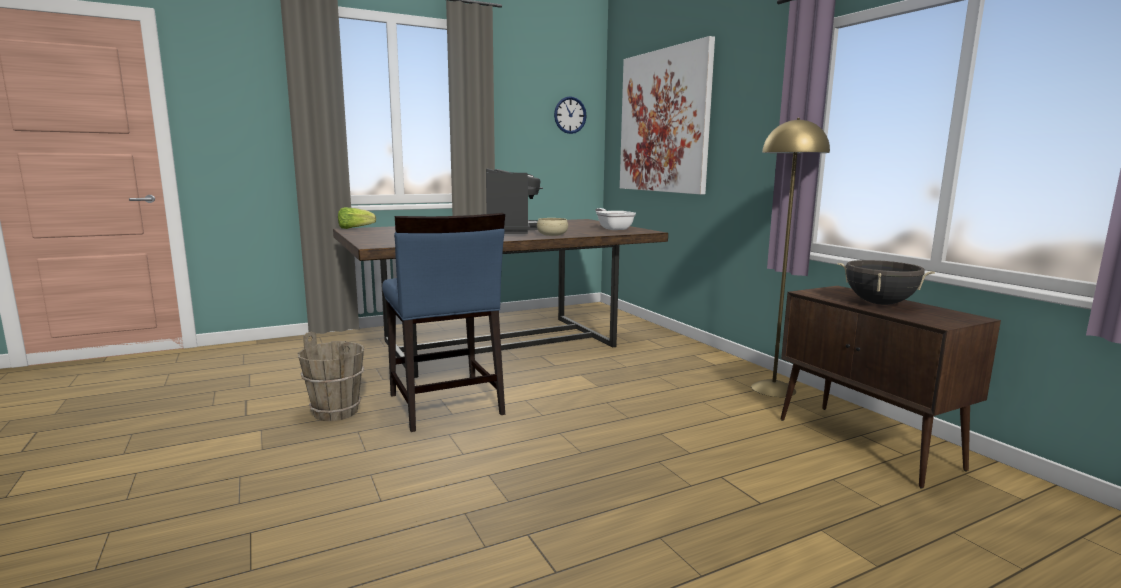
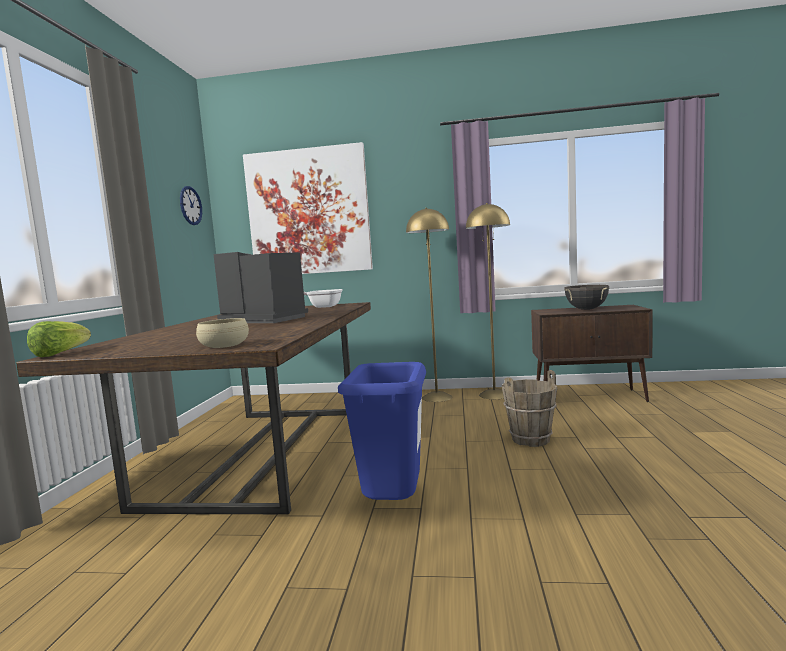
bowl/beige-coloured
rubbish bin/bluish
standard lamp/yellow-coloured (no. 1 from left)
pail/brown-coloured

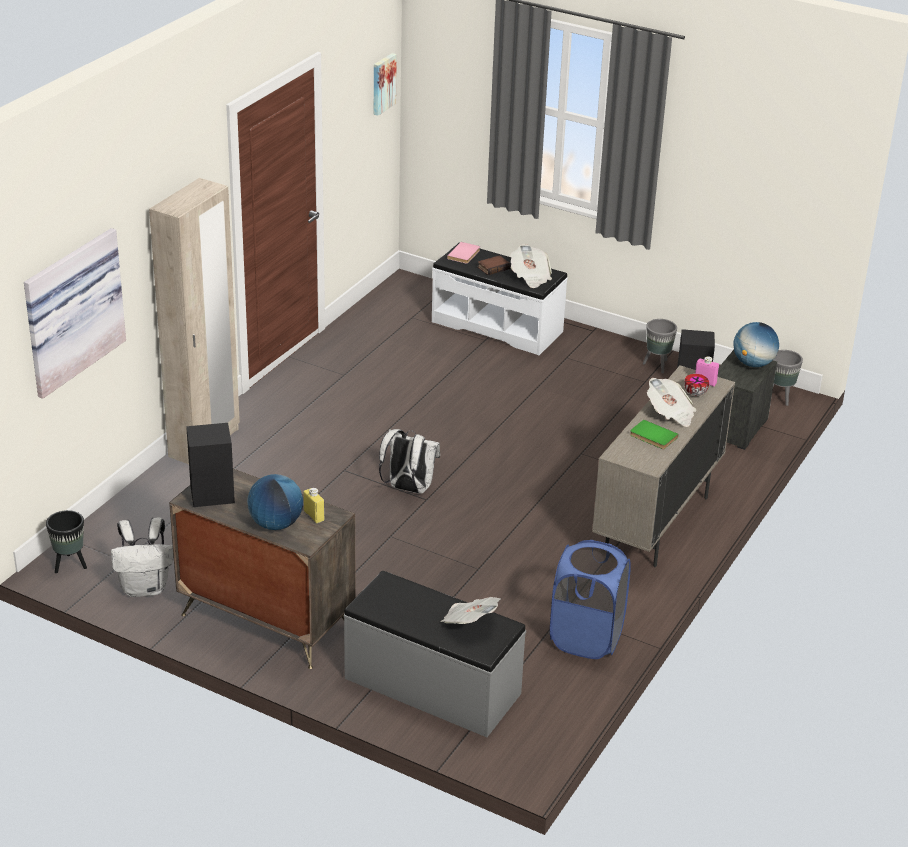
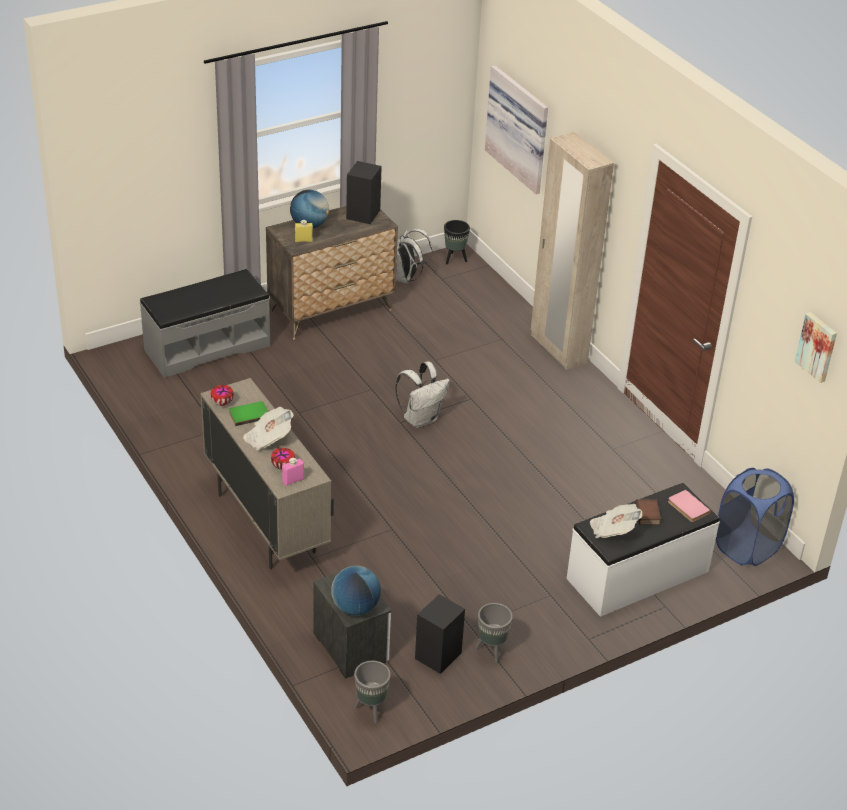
bowl (no. 1 from left)
hamper/bluish
newspaper (no. 1 from left in the first image)

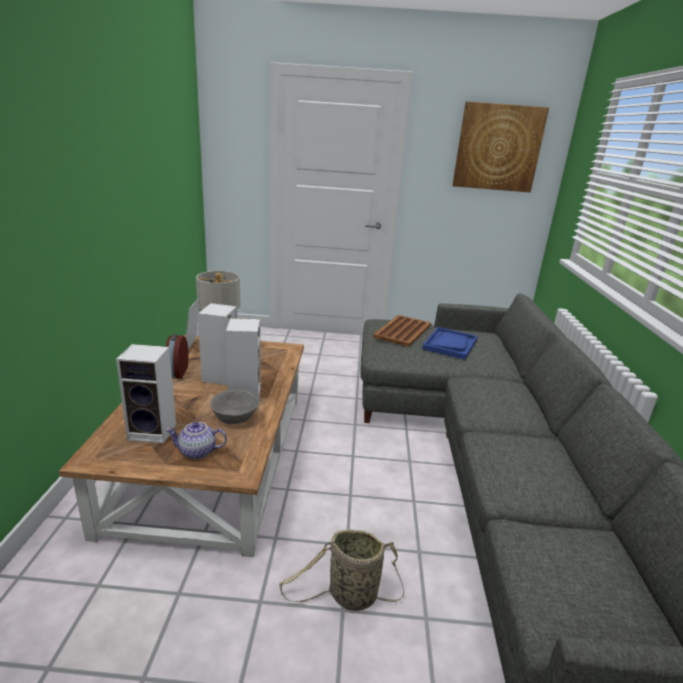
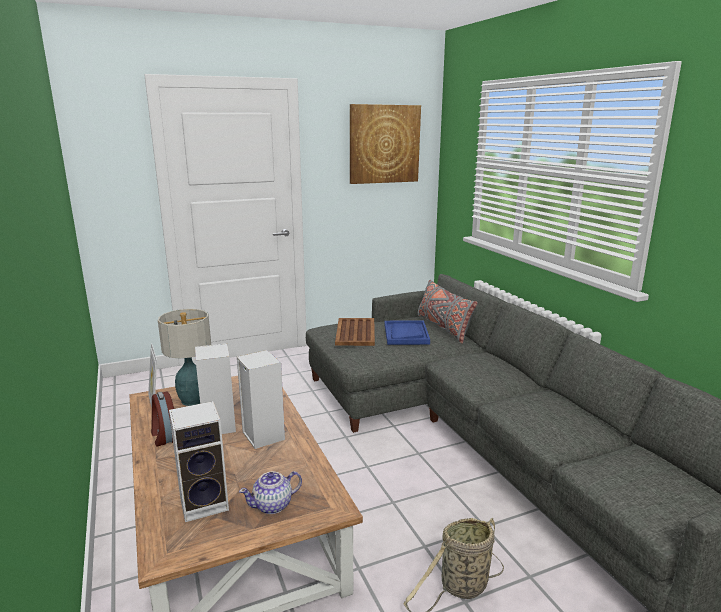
pillow/gray
bowl/gray

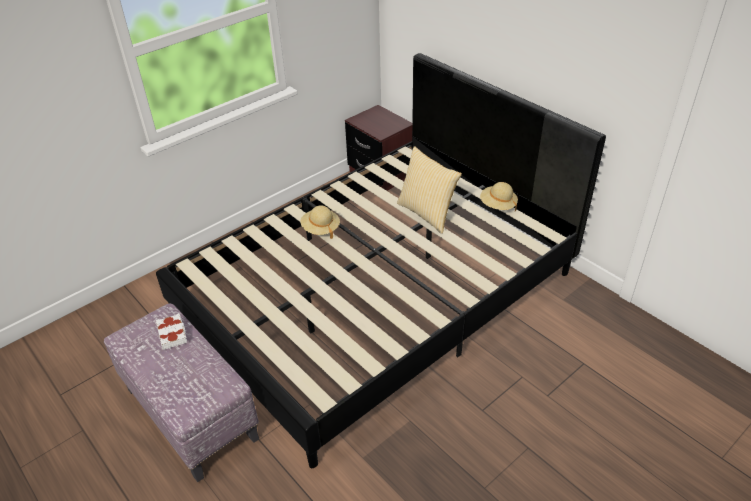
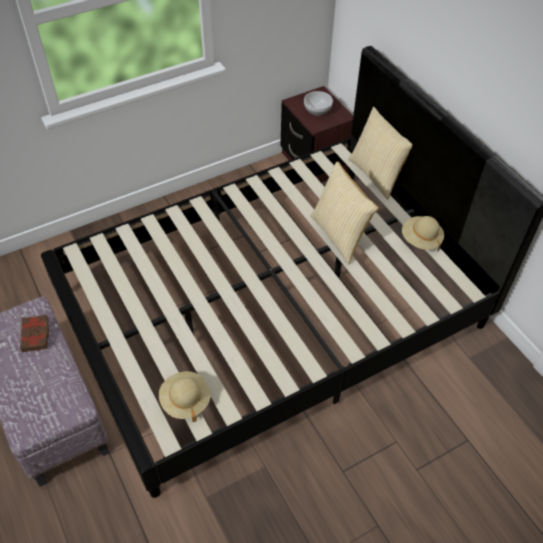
bound book/brown-coloured
hat/beige-coloured (no. 1 from left)
bowl
pillow (no. 2 from left)

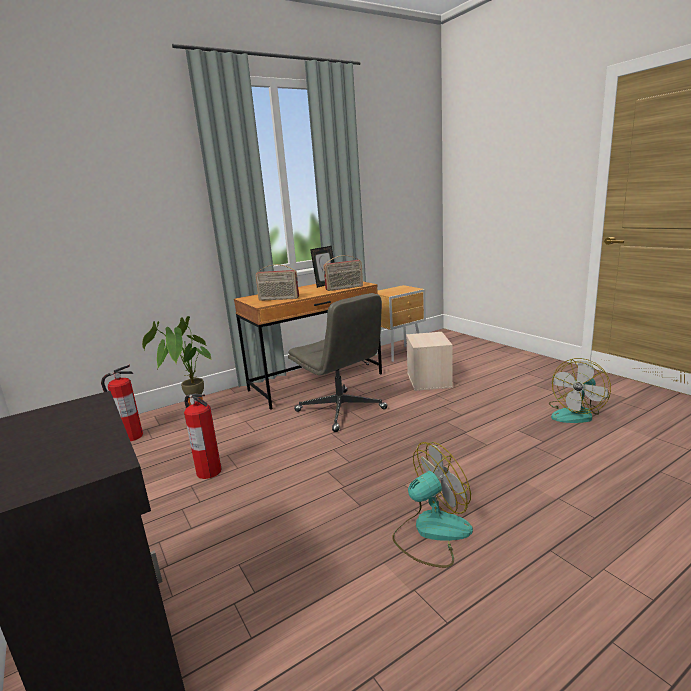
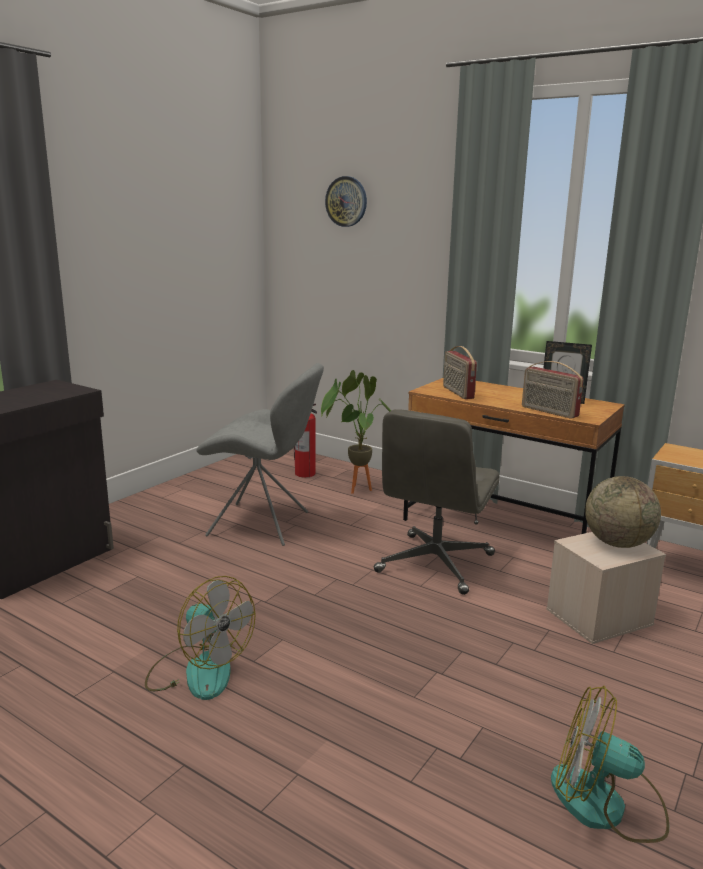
plain chair/gray
wall clock
globe

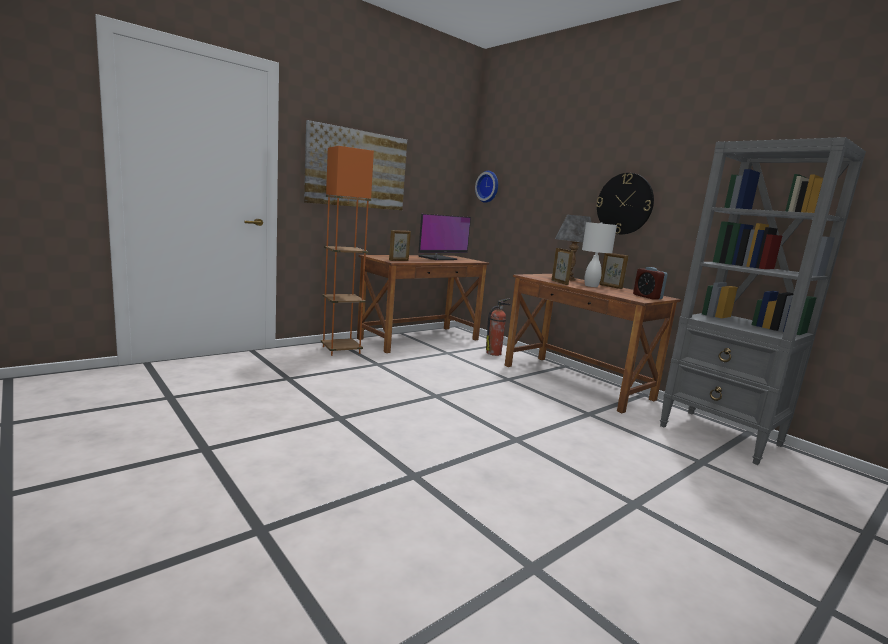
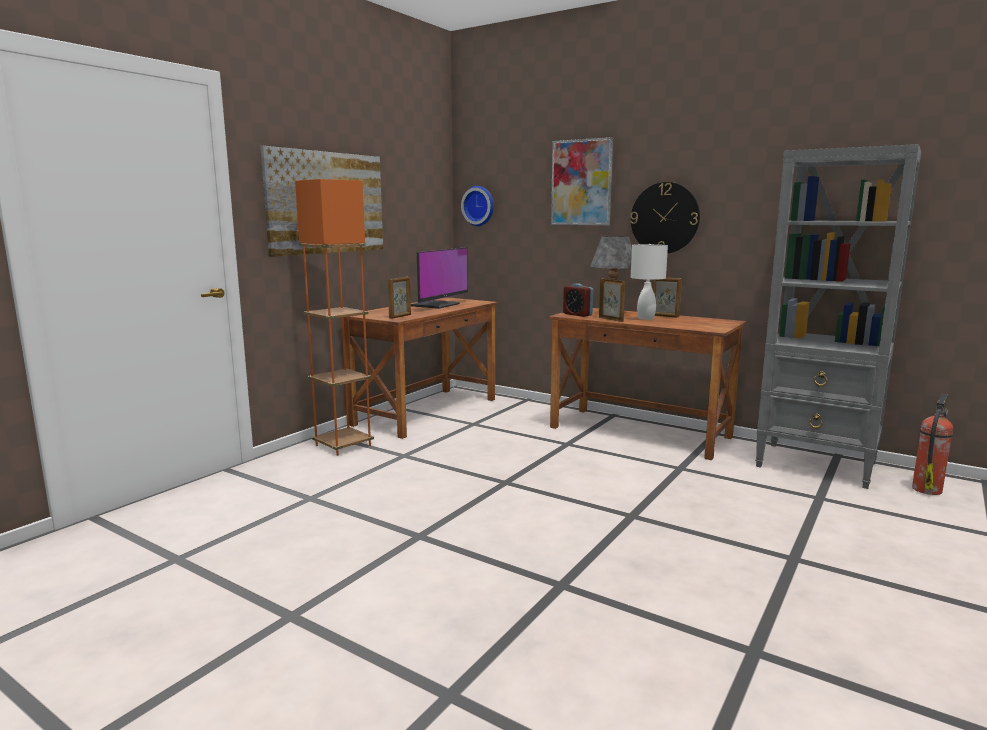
wall picture (no. 2 from left)
table clock
fire extinguisher

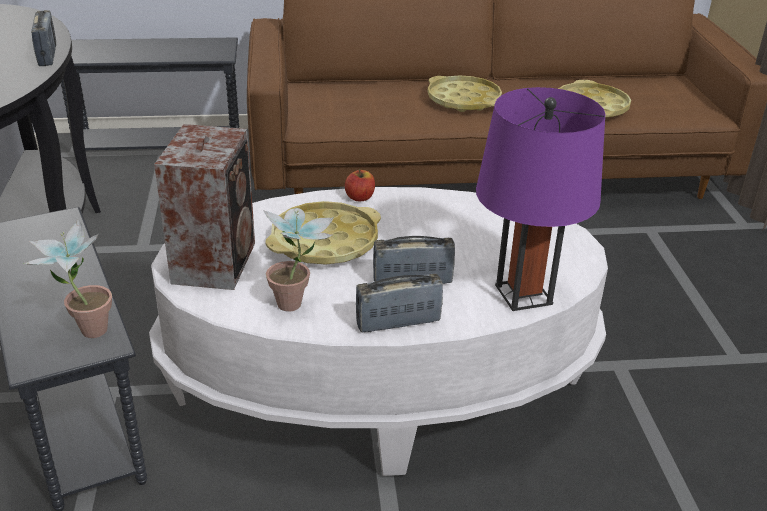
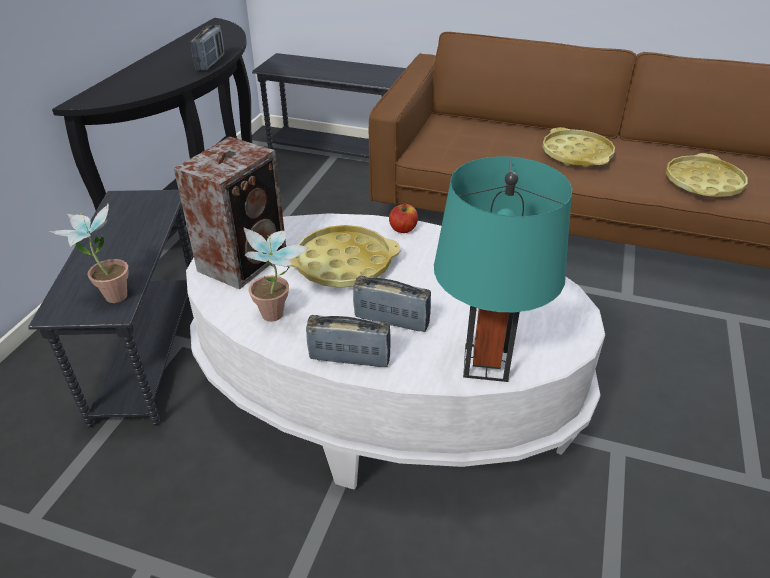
table lamp/blue-green

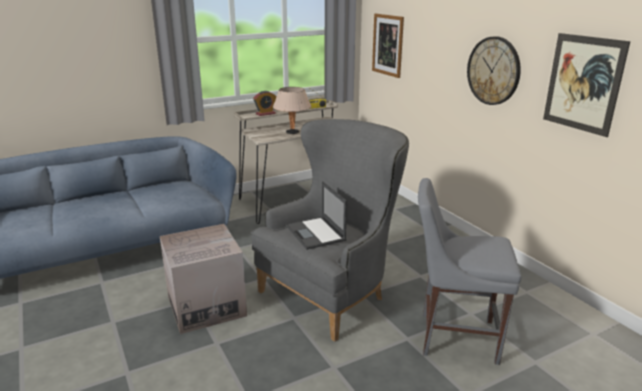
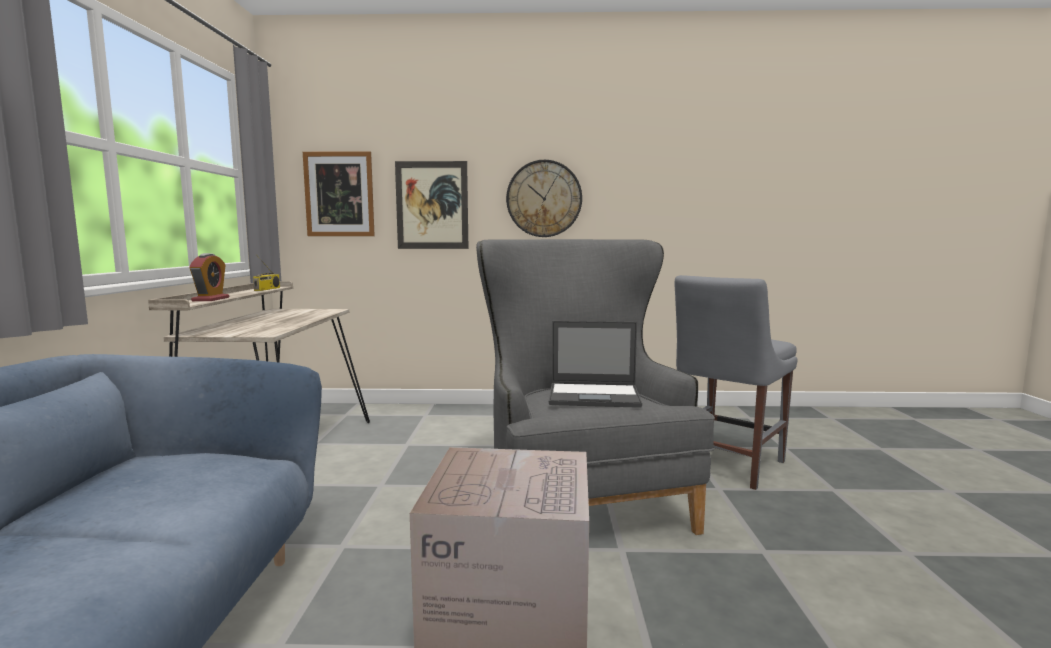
wall picture (no. 2 from left)
table lamp/beige-coloured

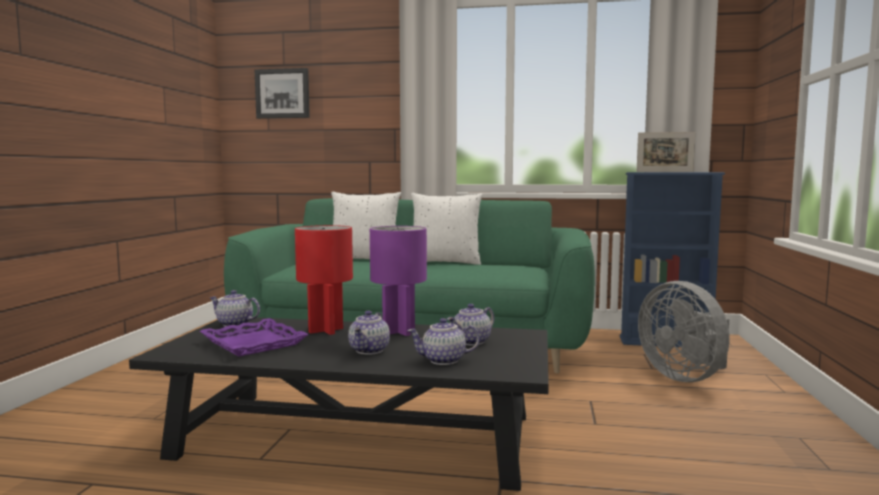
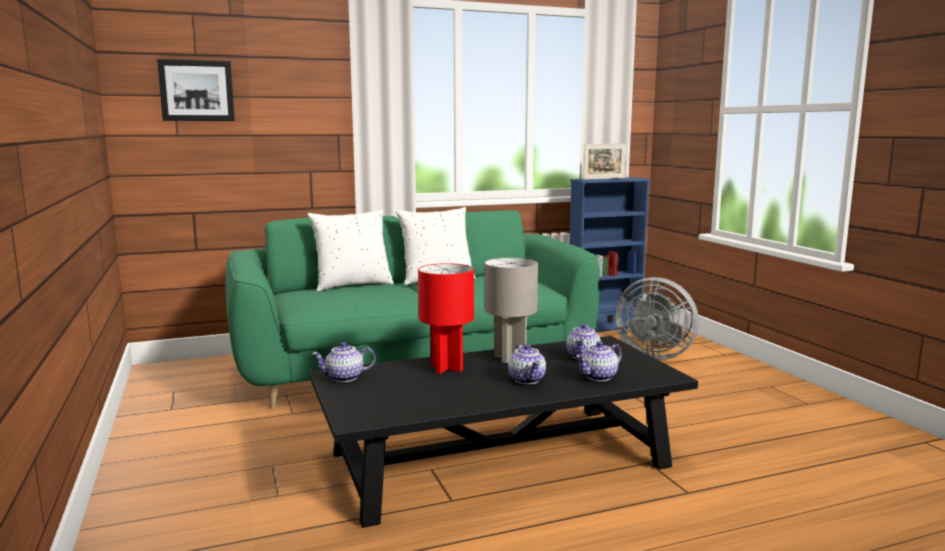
table lamp/gray
tray/purple

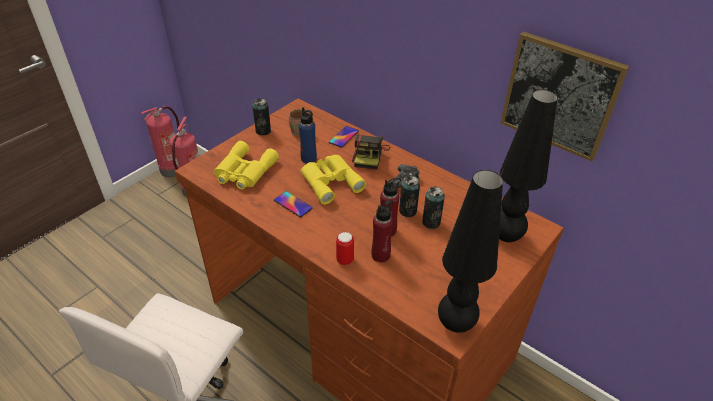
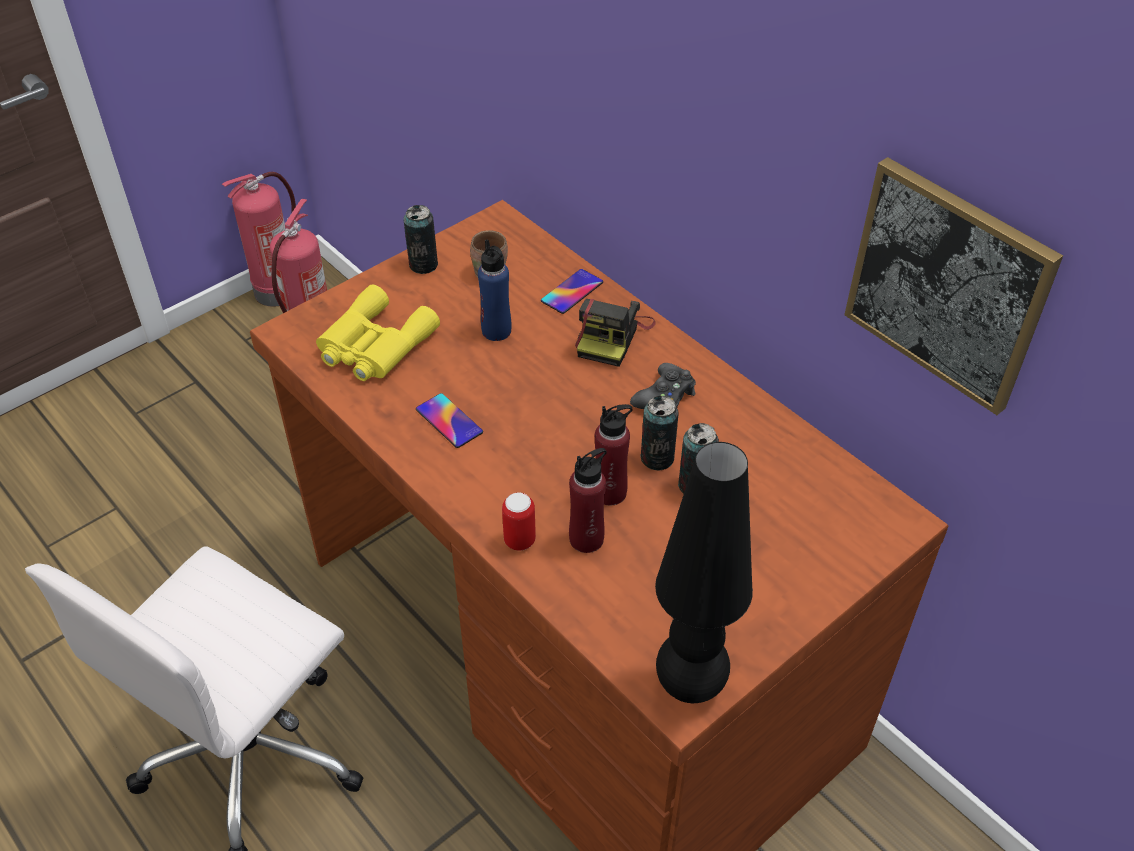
field glasses/yellow-coloured (no. 2 from left in the first image)
table lamp/blackish (no. 2 from left in the first image)

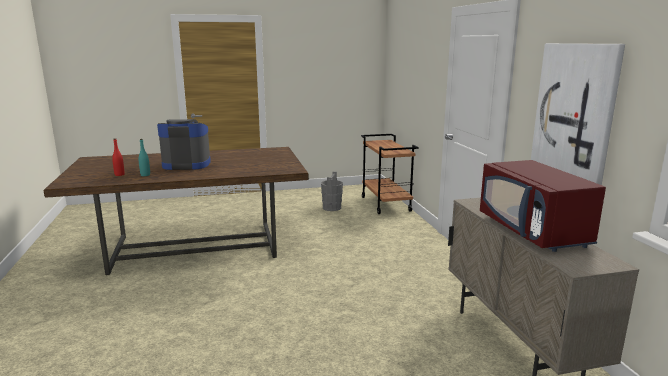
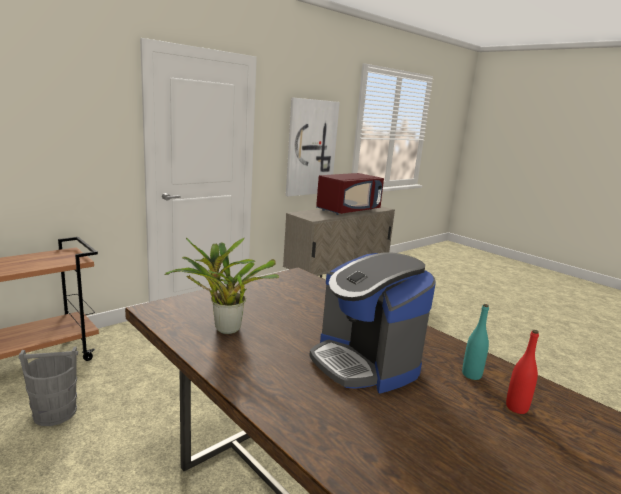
houseplant

